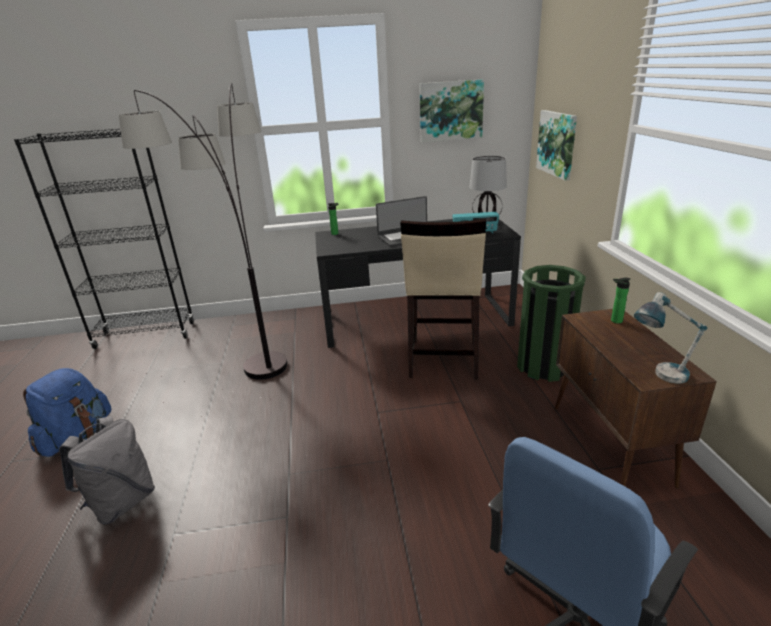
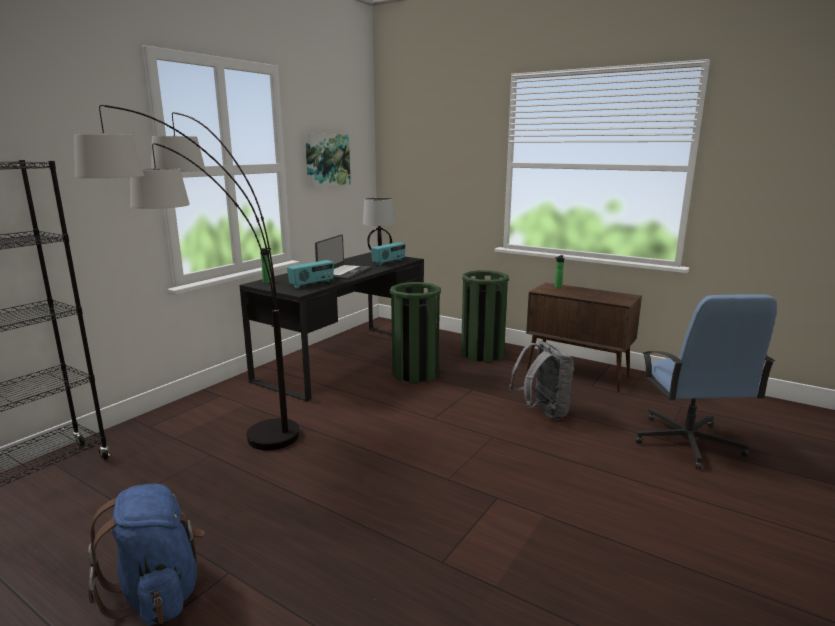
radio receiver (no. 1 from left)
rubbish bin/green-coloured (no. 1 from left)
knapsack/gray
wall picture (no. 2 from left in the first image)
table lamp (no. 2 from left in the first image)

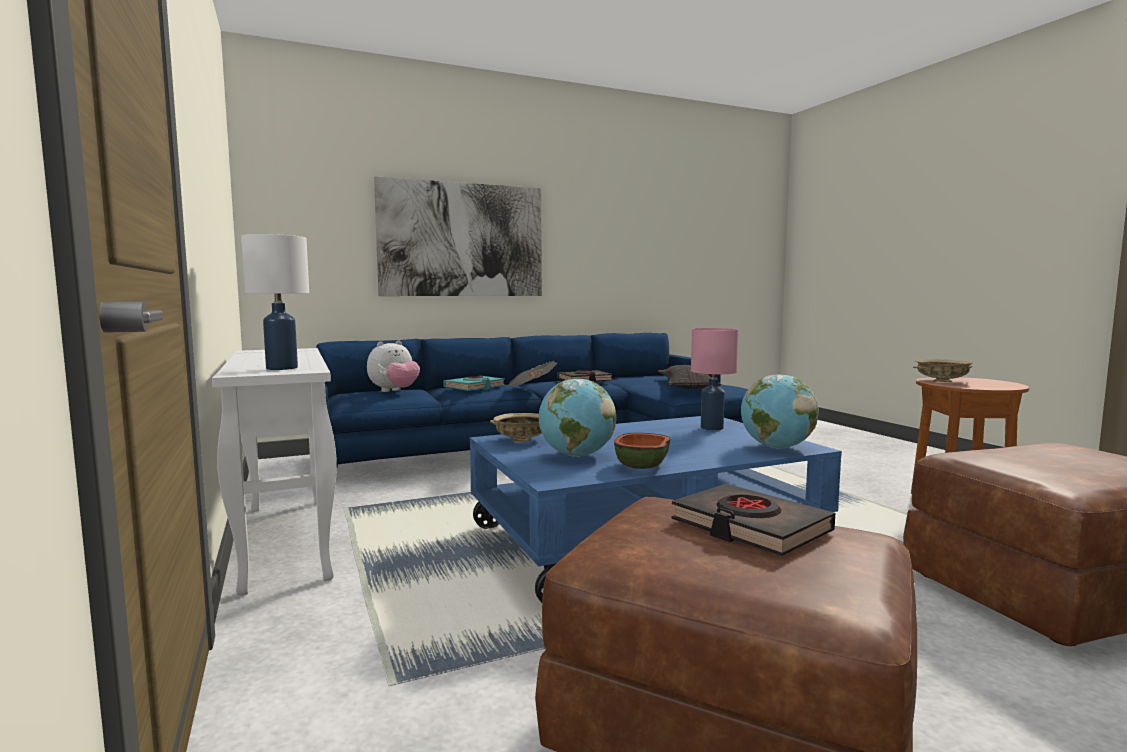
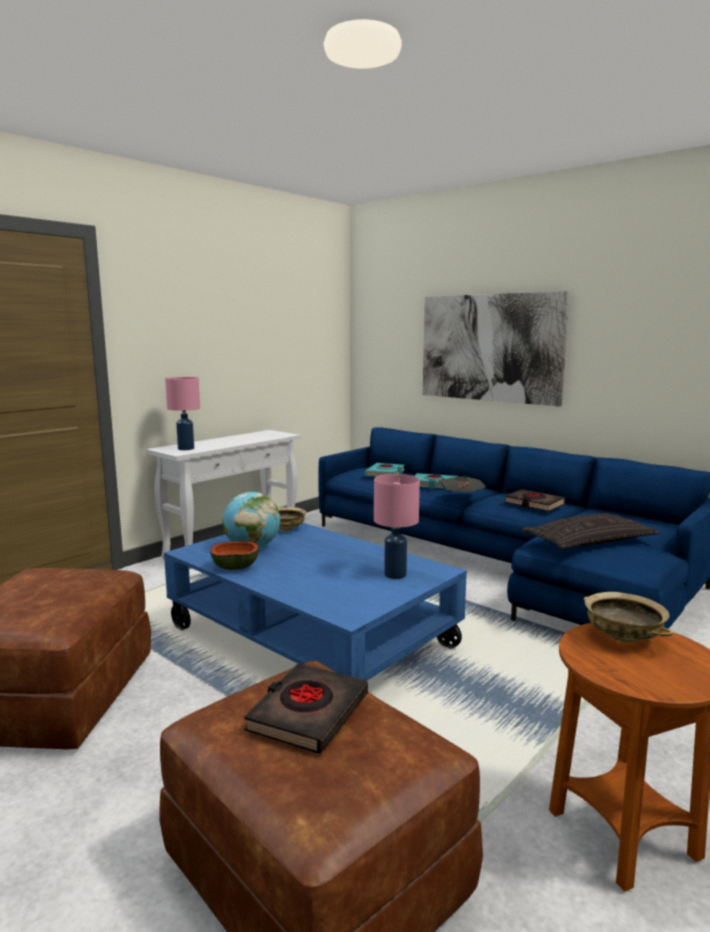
table lamp/pinkish (no. 1 from left)
bound book/blackish (no. 1 from left)
bound book/blue-green (no. 1 from left)
globe (no. 2 from left in the first image)

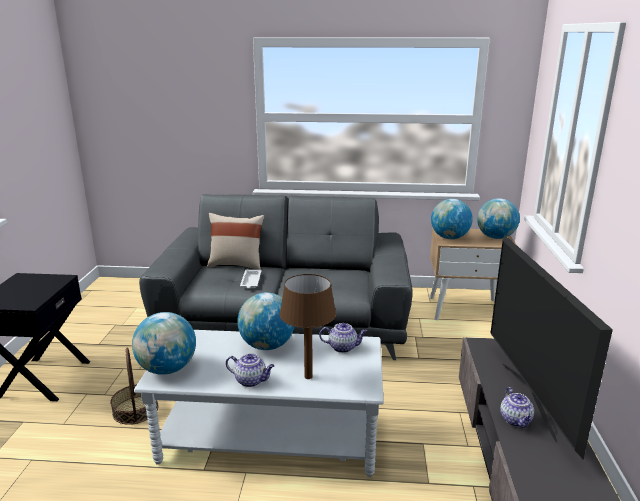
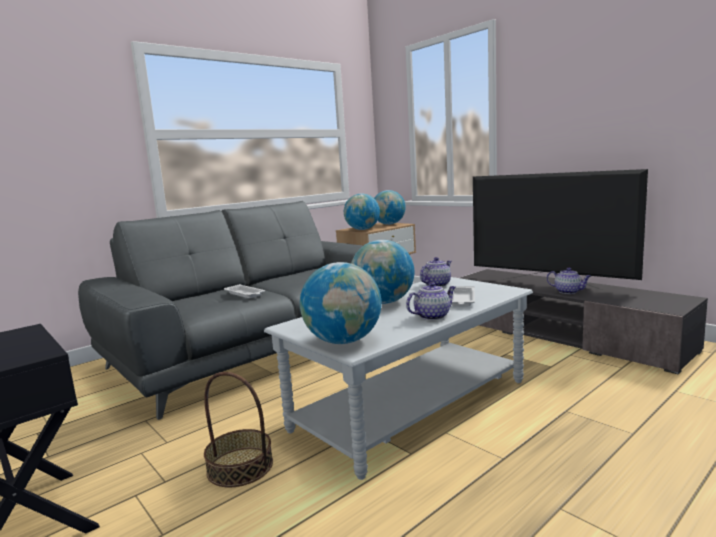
tray/white-coloured (no. 2 from left)
pillow/beige-coloured

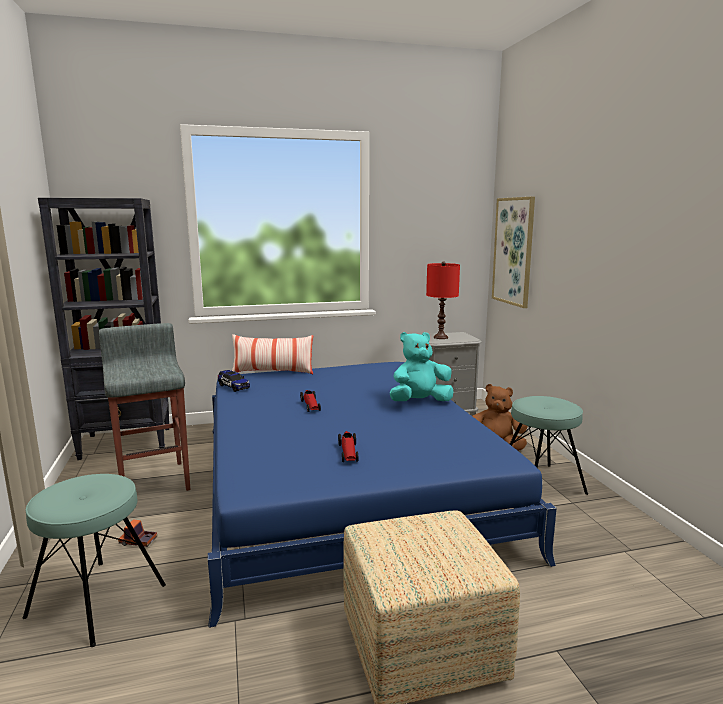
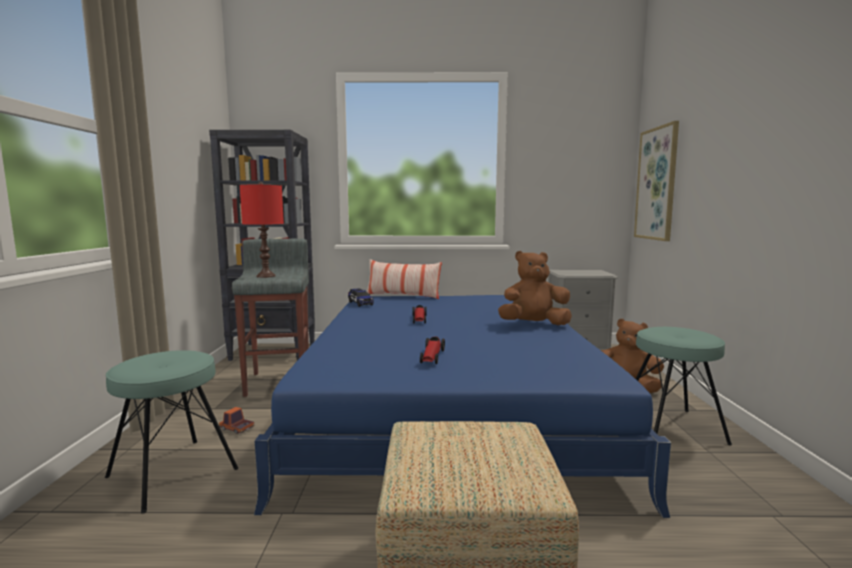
table lamp/red
cuddly toy/brown-coloured (no. 1 from left)

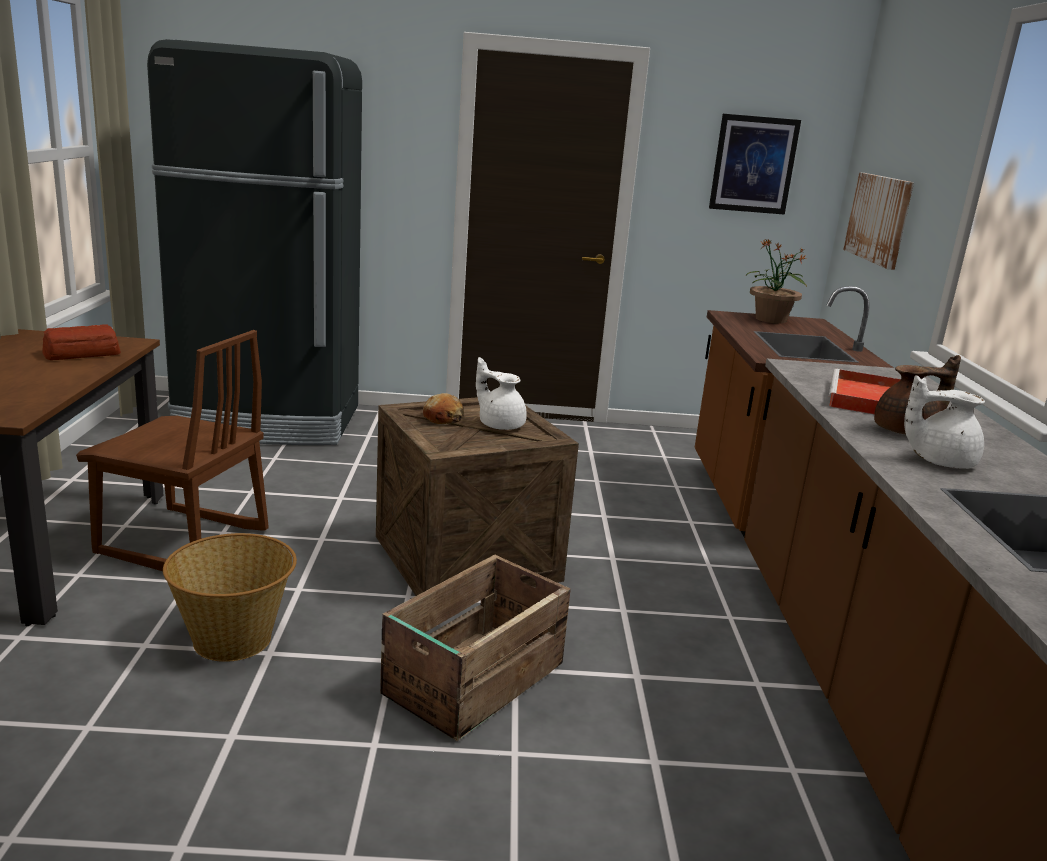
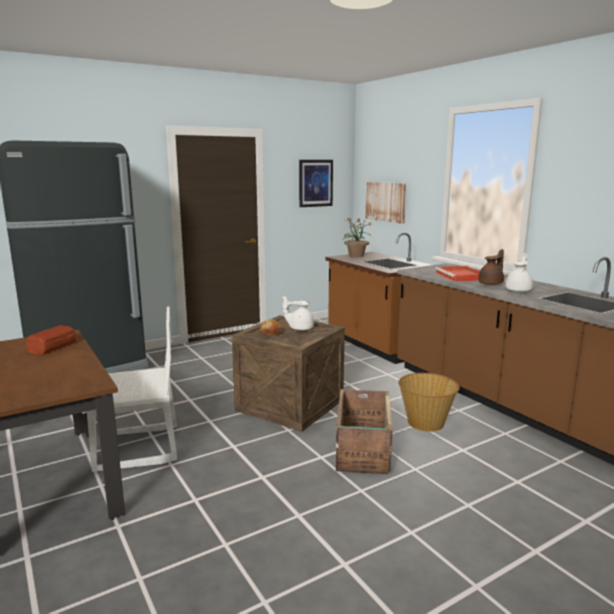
plain chair/white-coloured
basket
tea pot/white-coloured (no. 2 from left)

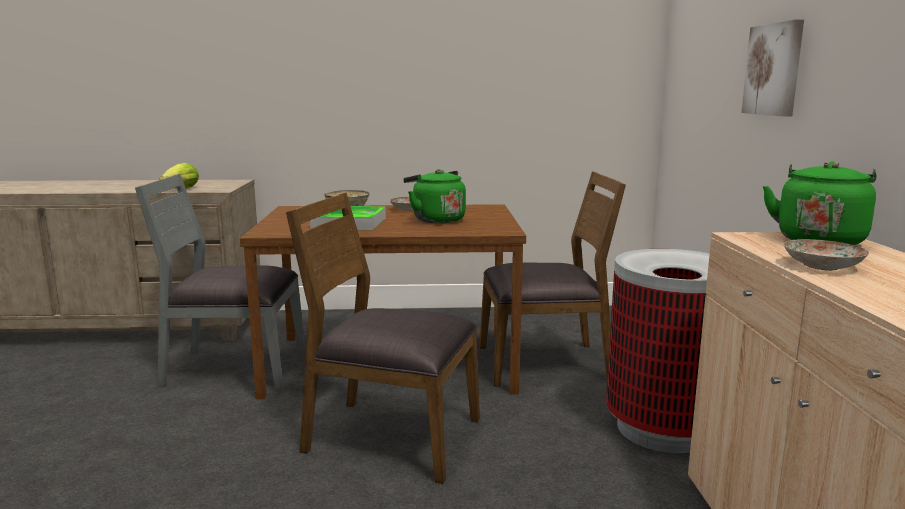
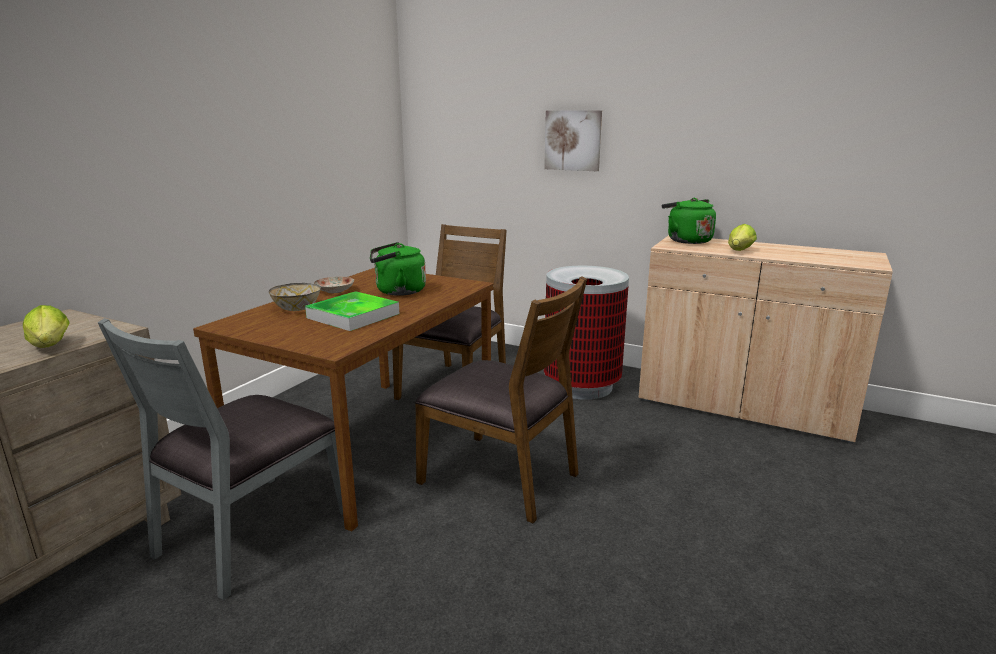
plain chair/brown-coloured (no. 2 from left)
lettuce head (no. 2 from left)

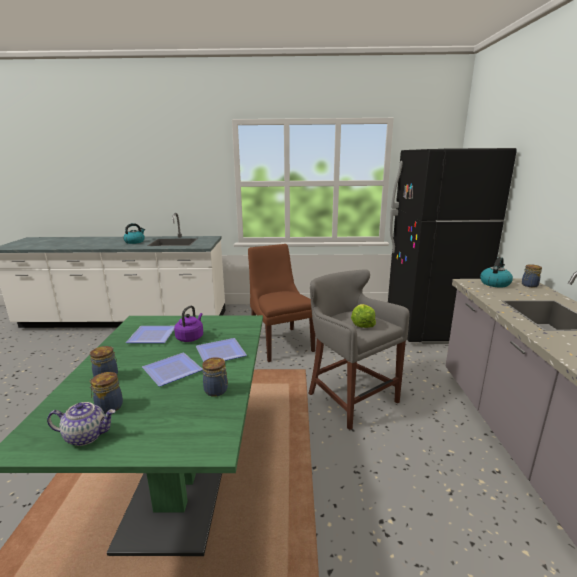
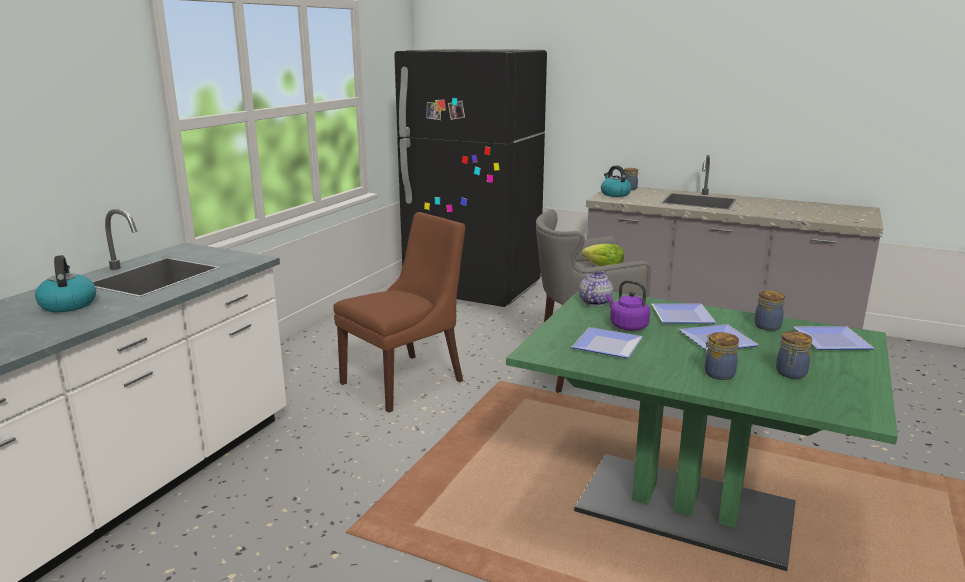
plain chair/brown-coloured
tea pot
flat dish (no. 4 from left)

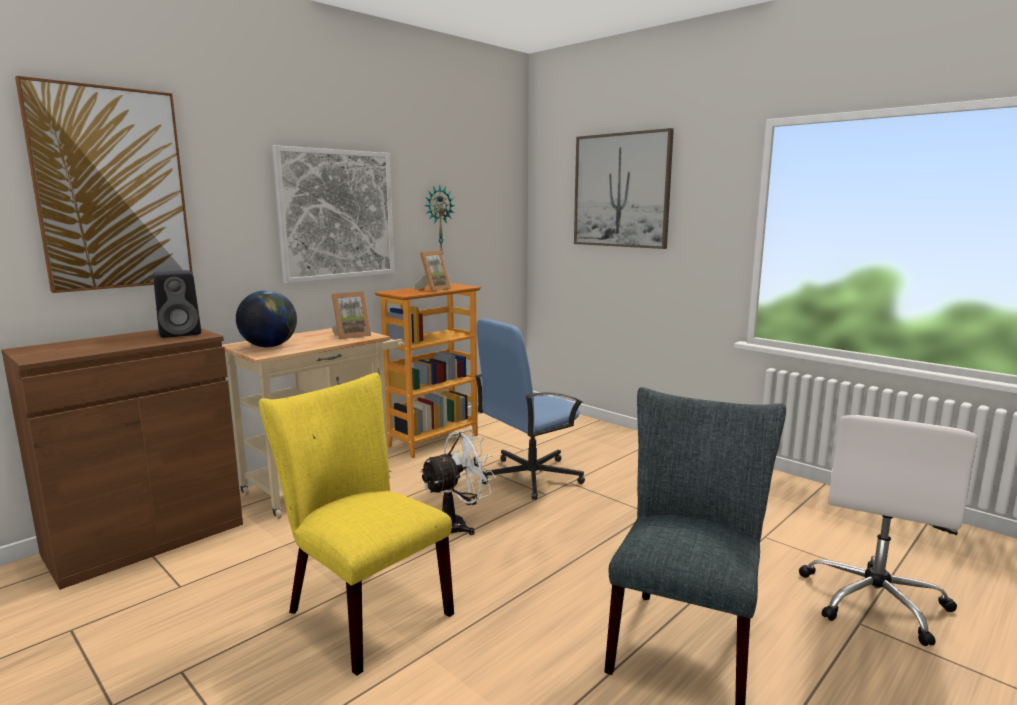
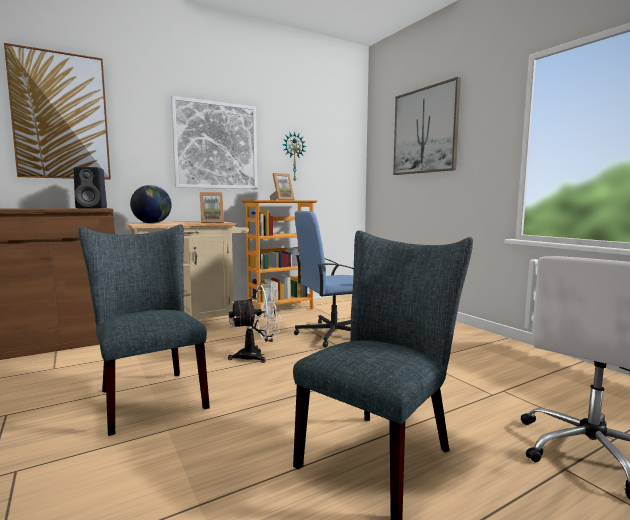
plain chair/gray (no. 1 from left)

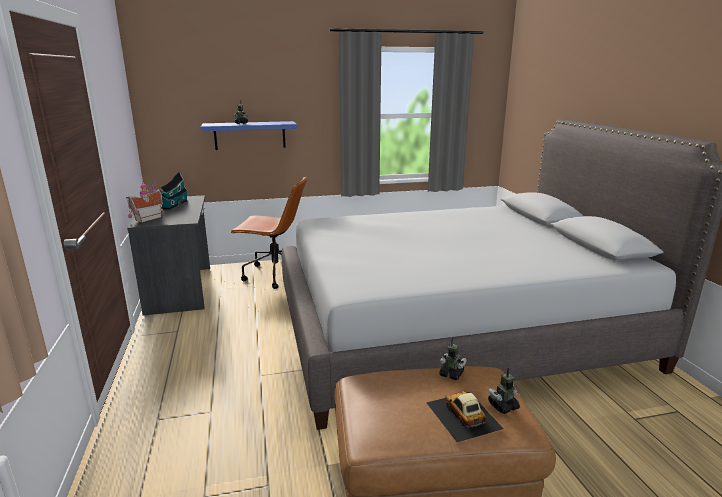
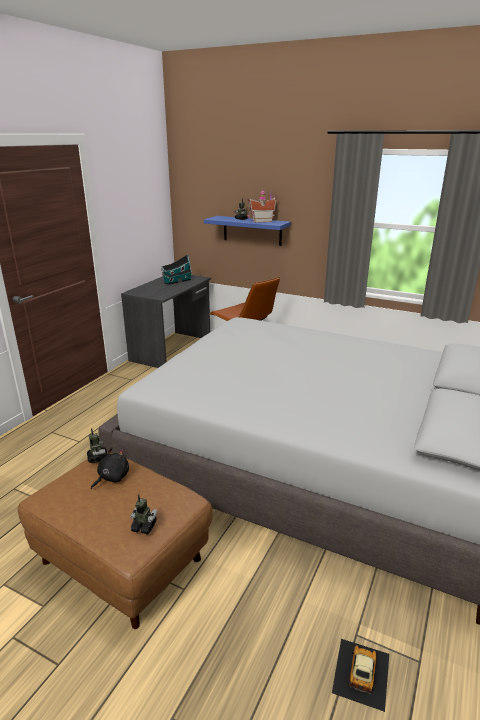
robot figure (no. 1 from left)
cuddly toy/blackish
miniature house (no. 2 from left)
model car

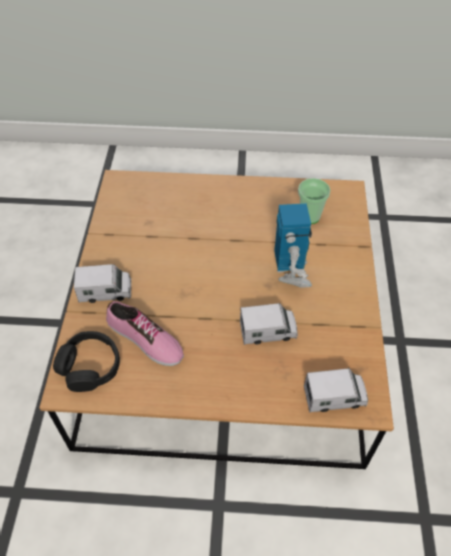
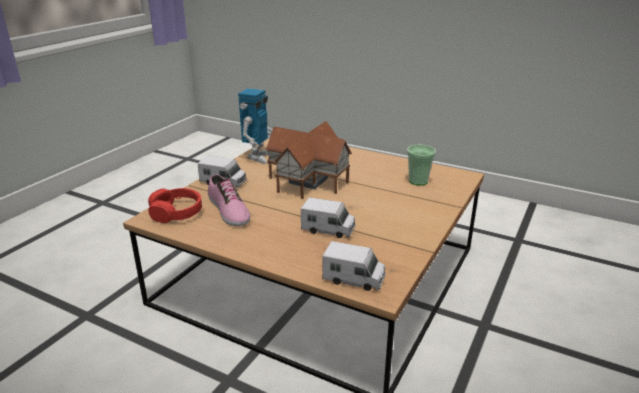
pair of headphones/red
robot figure
miniature house

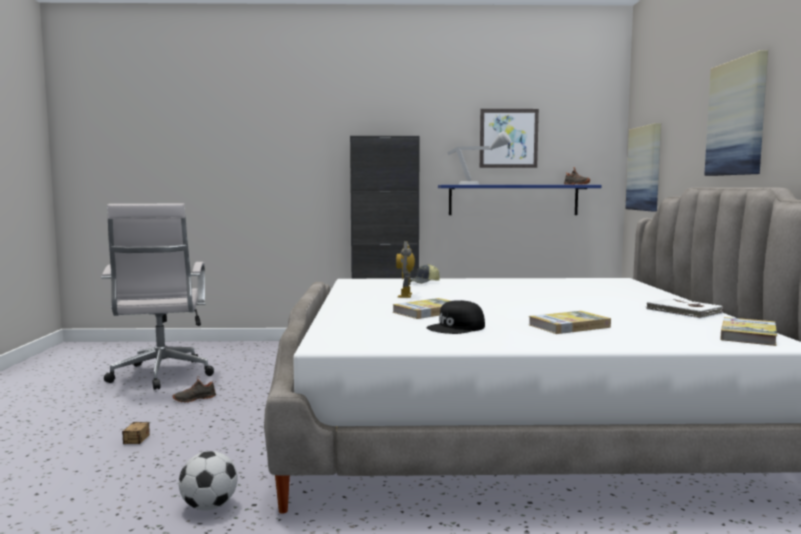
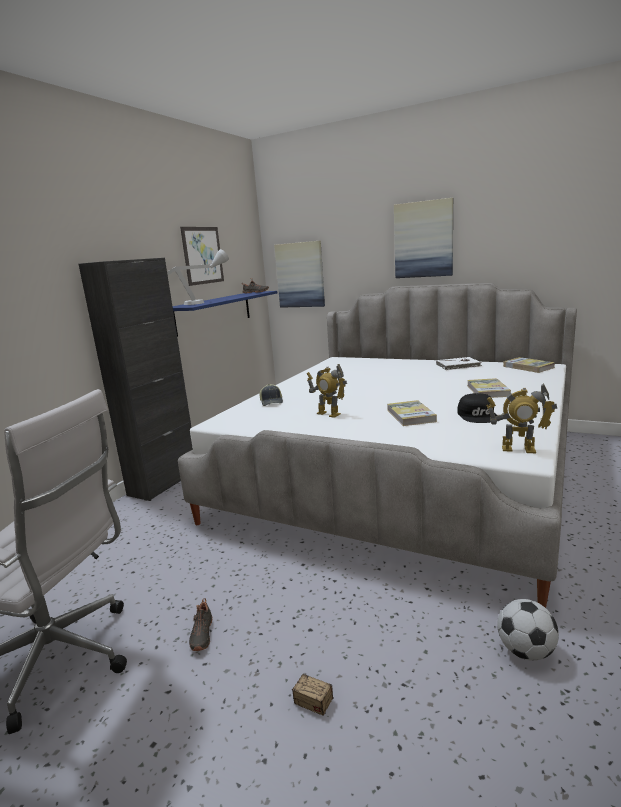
robot figure (no. 2 from left)

